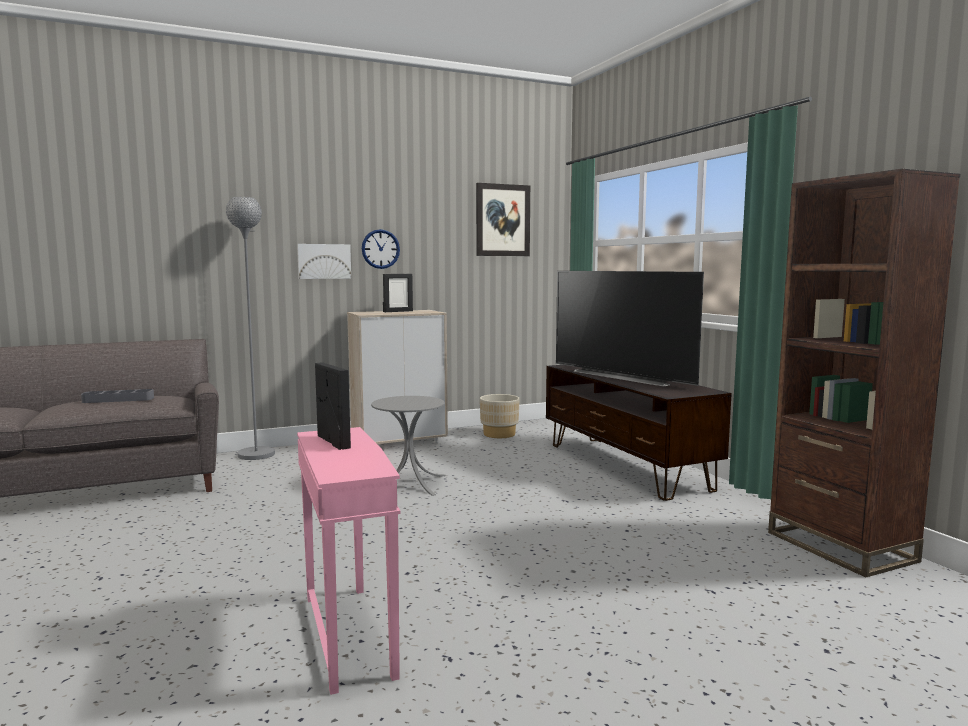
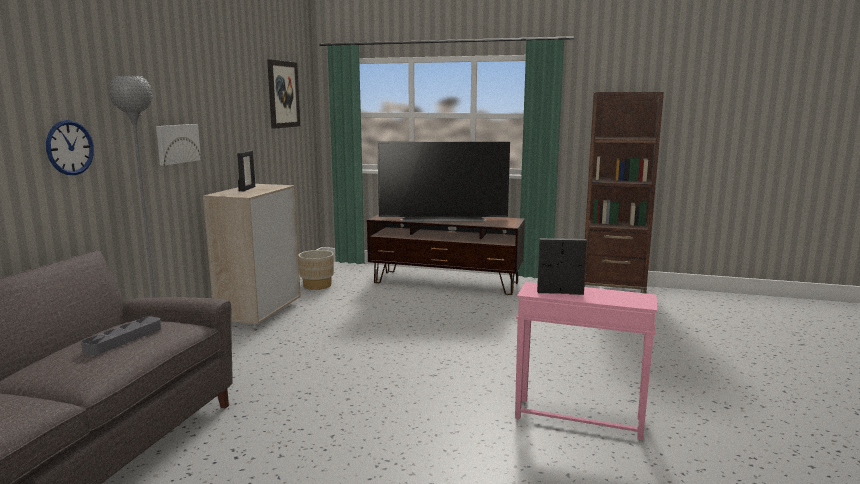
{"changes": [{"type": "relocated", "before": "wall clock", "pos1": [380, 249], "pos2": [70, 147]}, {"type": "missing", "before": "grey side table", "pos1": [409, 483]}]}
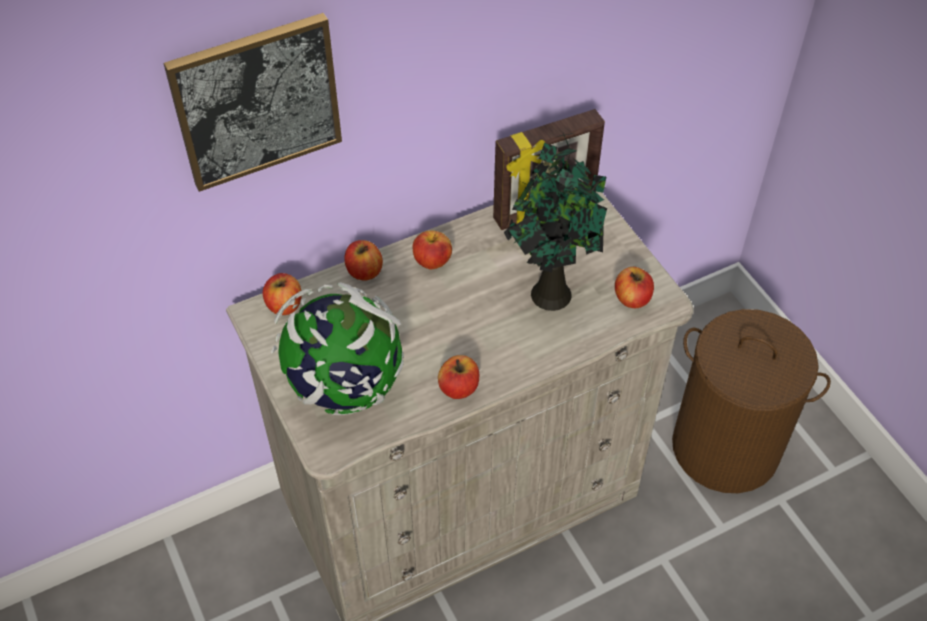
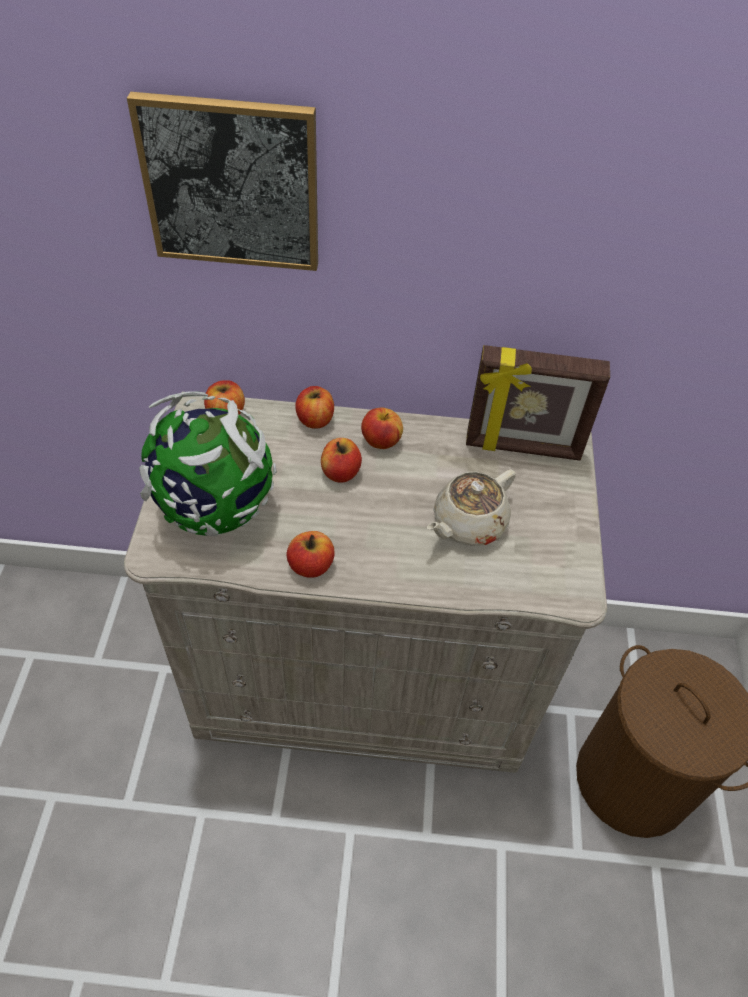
{"changes": [{"type": "exchanged", "before": "potted plant", "after": "beige teapot", "pos1": [549, 291], "pos2": [467, 523]}, {"type": "relocated", "before": "apple", "pos1": [632, 298], "pos2": [341, 472]}]}
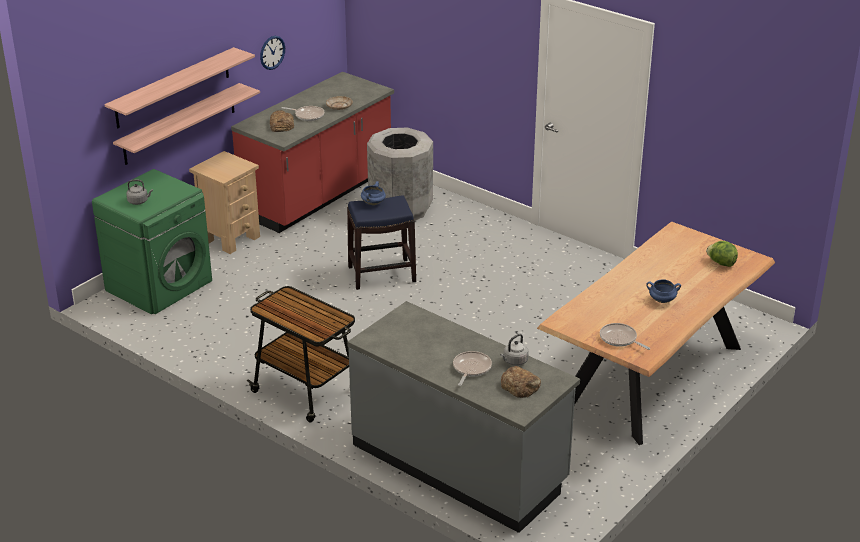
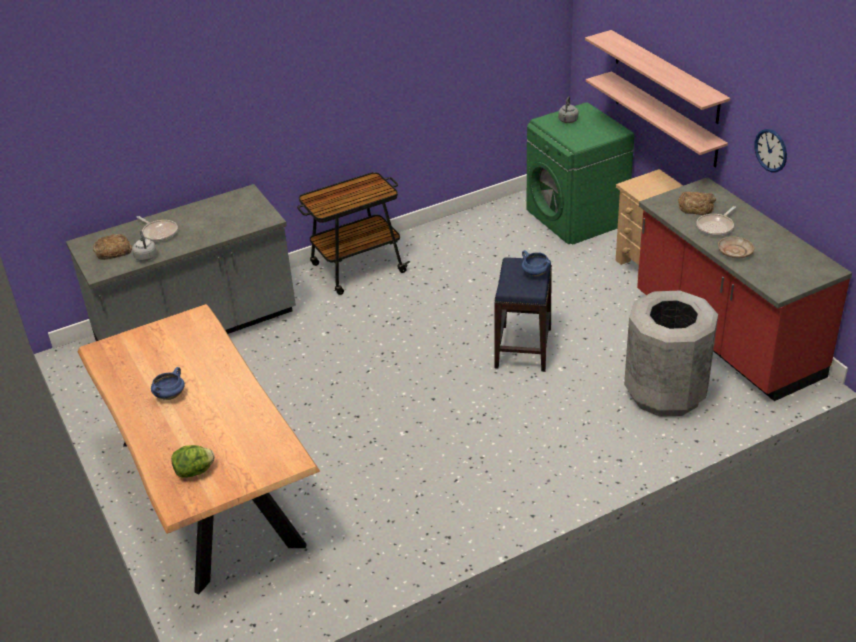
{"changes": [{"type": "missing", "before": "frying pan", "pos1": [620, 339]}]}
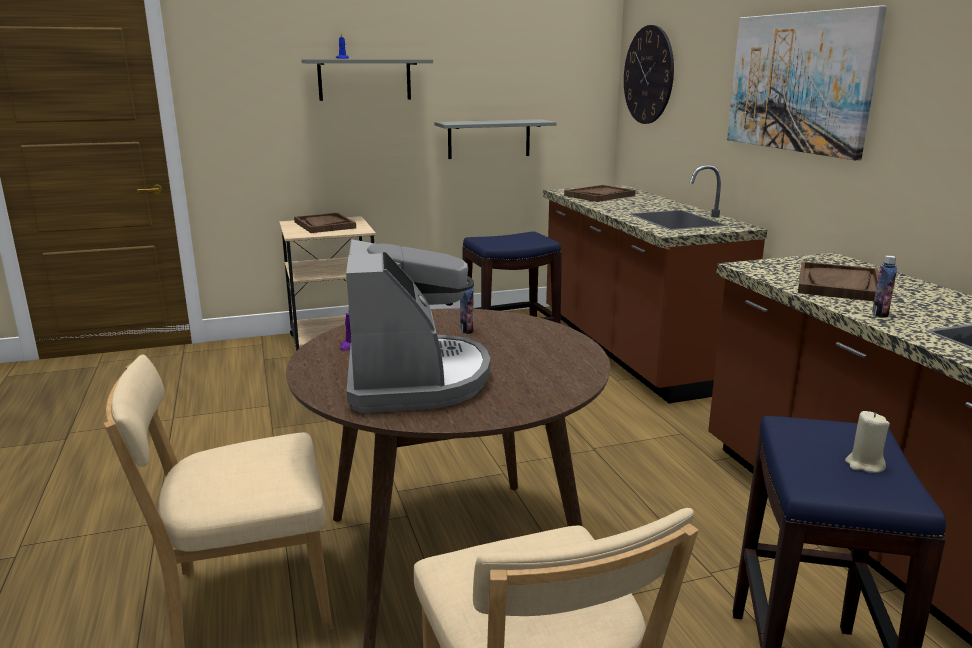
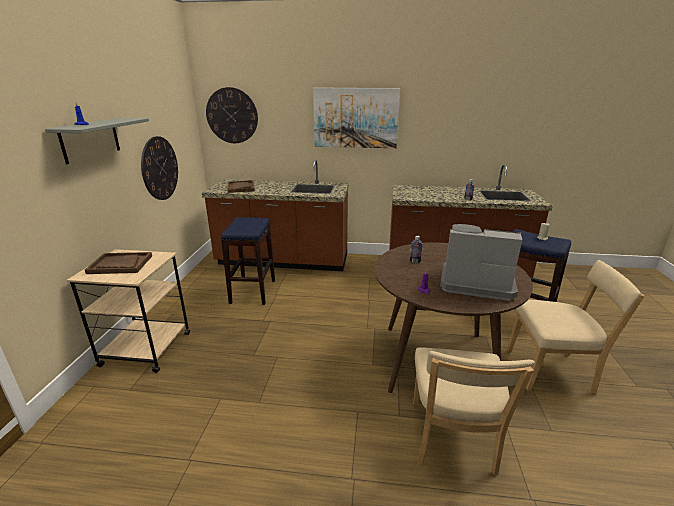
{"changes": [{"type": "exchanged", "before": "grey shelf", "after": "wall clock", "pos1": [489, 139], "pos2": [160, 168]}, {"type": "missing", "before": "brown tray", "pos1": [838, 285]}]}
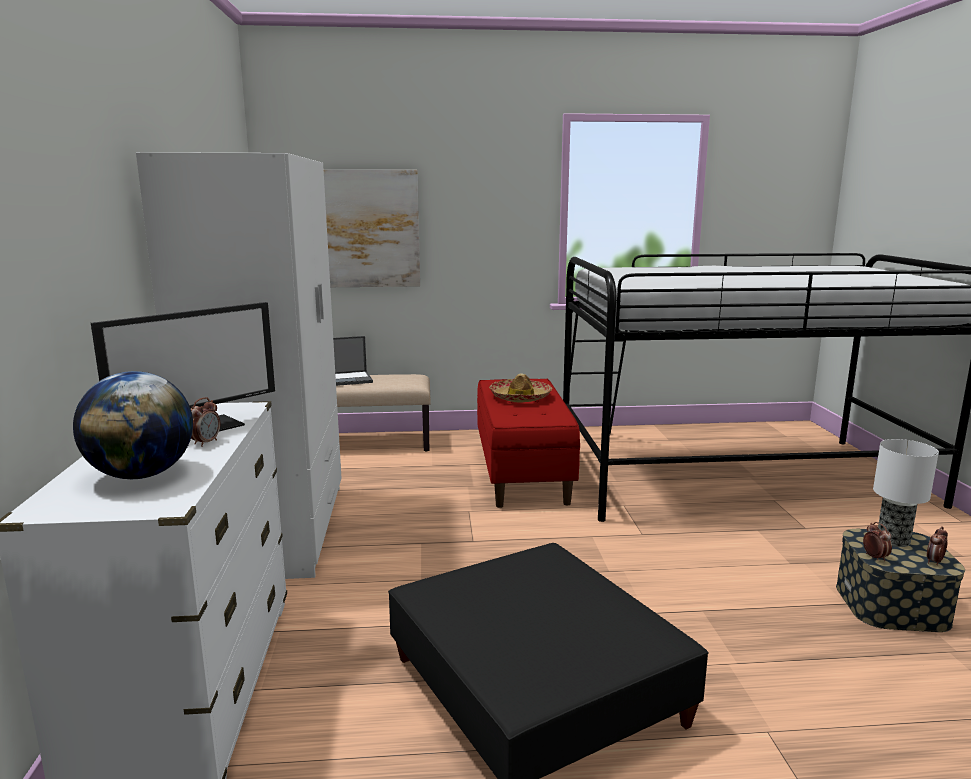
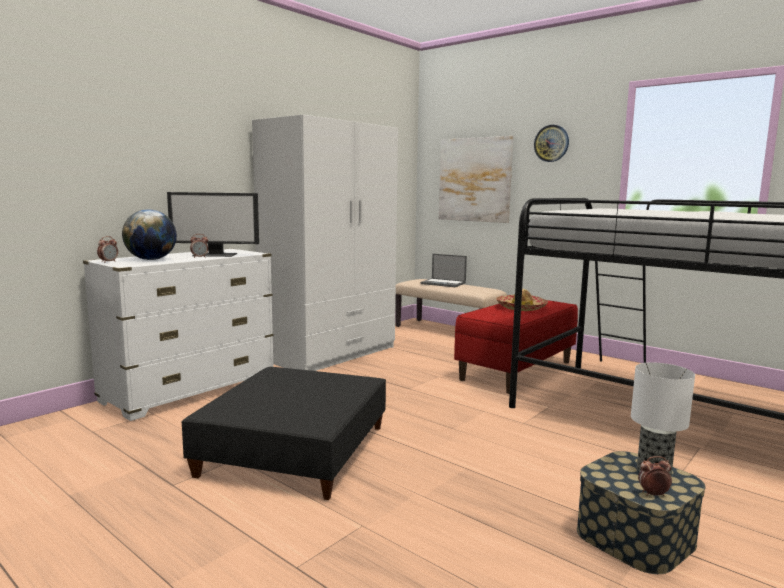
{"changes": [{"type": "relocated", "before": "alarm clock", "pos1": [874, 557], "pos2": [108, 262]}, {"type": "appeared", "after": "wall clock", "pos2": [551, 143]}]}
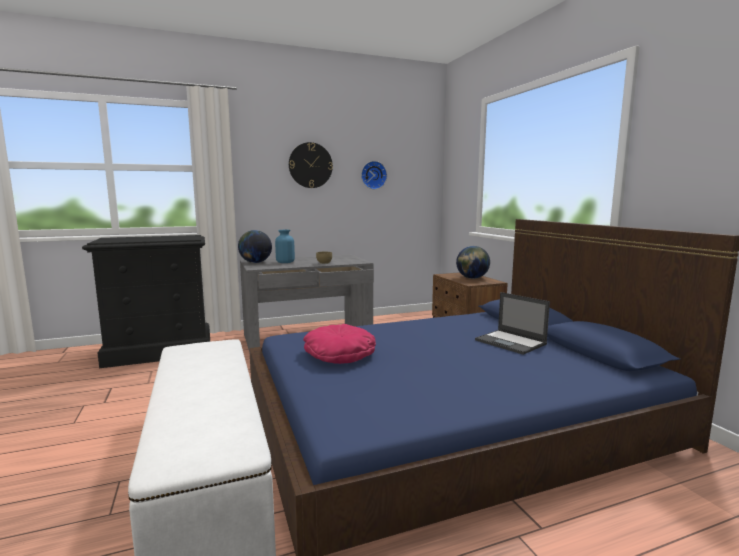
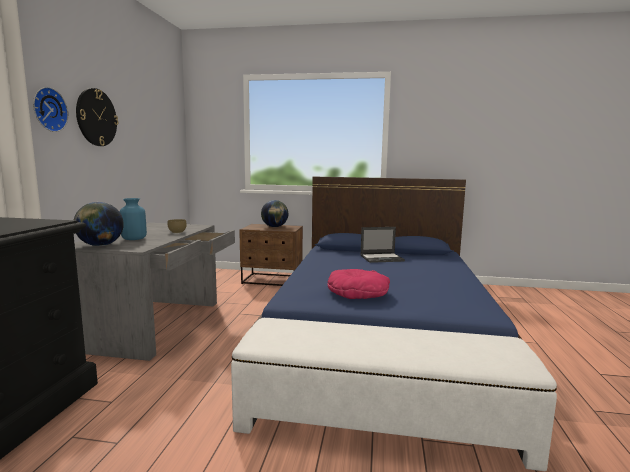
{"changes": [{"type": "relocated", "before": "wall clock", "pos1": [373, 175], "pos2": [48, 109]}]}
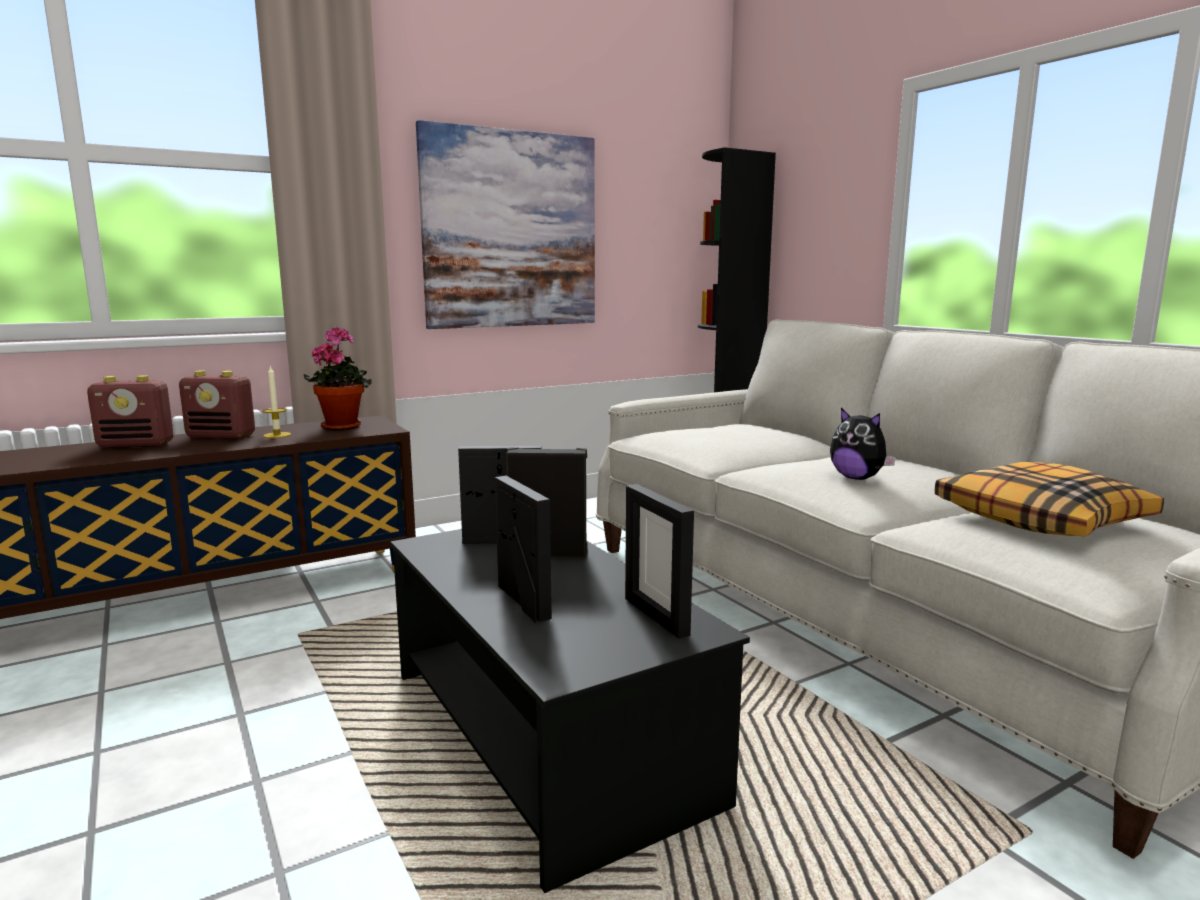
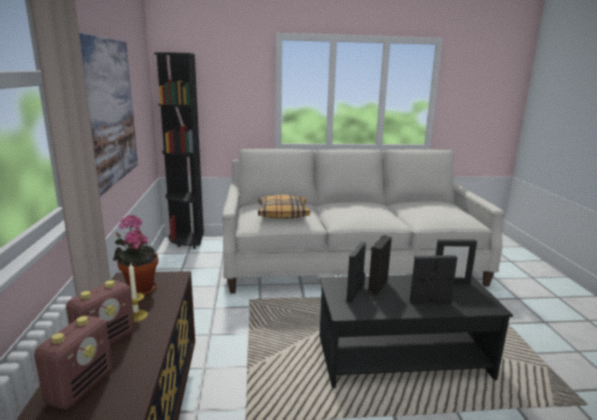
{"changes": [{"type": "missing", "before": "plush toy", "pos1": [857, 478]}, {"type": "relocated", "before": "pillow", "pos1": [1042, 519], "pos2": [283, 213]}]}
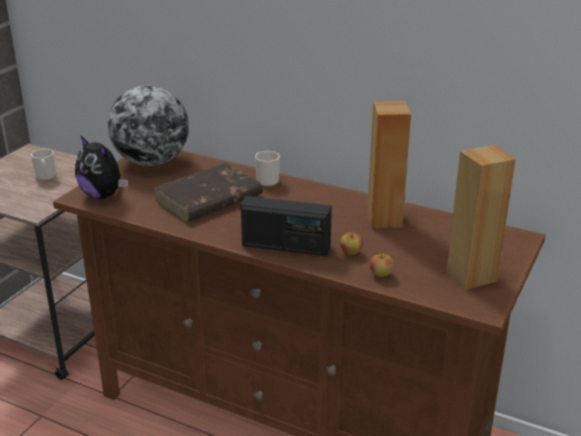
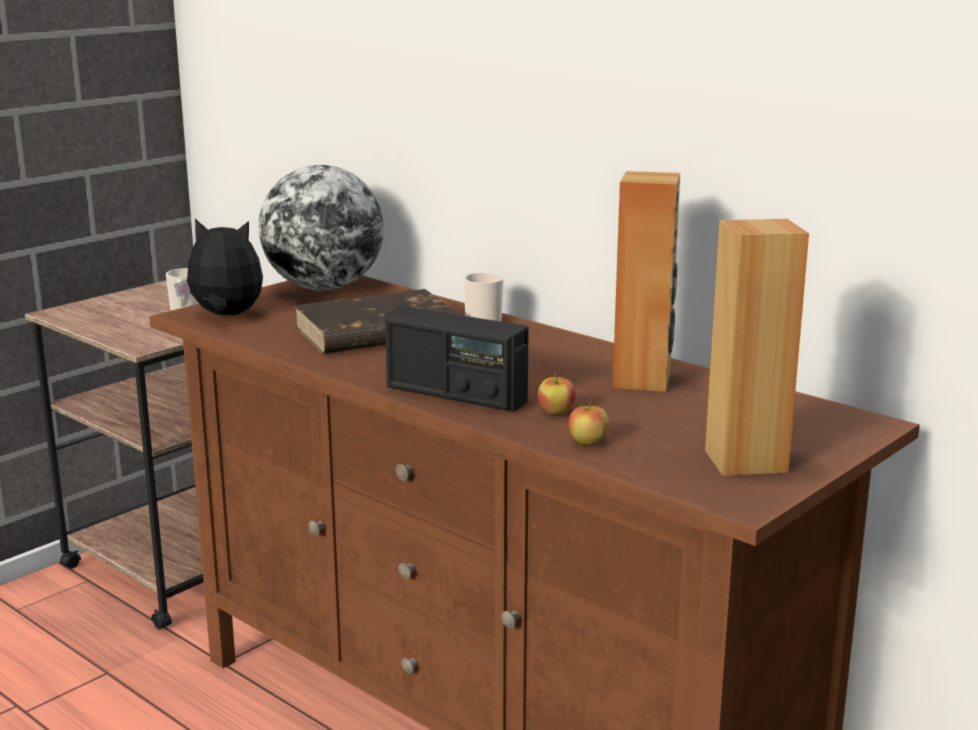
{"changes": [{"type": "spun", "before": "plush toy", "pos1": [103, 195], "pos2": [225, 316], "turn": 135}]}
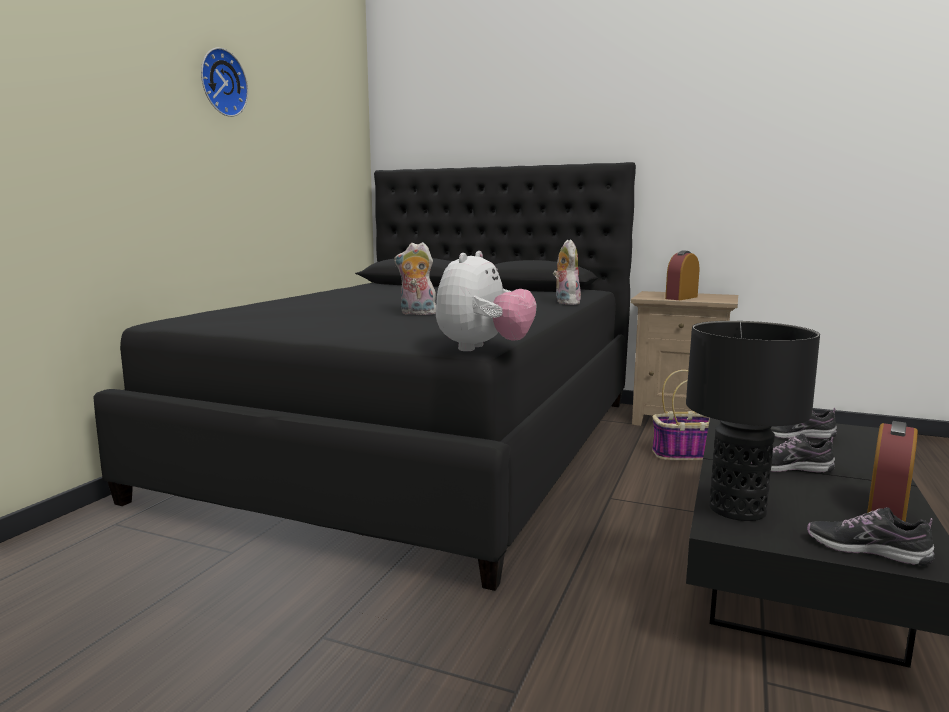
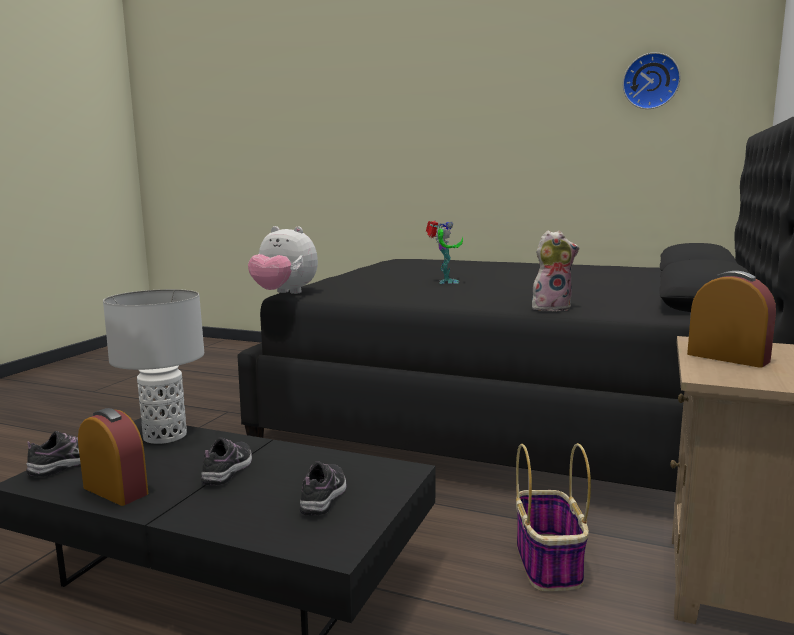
{"changes": [{"type": "relocated", "before": "wall clock", "pos1": [221, 83], "pos2": [651, 81]}, {"type": "exchanged", "before": "plush toy", "after": "toy robot", "pos1": [416, 313], "pos2": [445, 282]}, {"type": "colour", "before": "black table lamp", "after": "white table lamp", "pos1": [738, 508], "pos2": [165, 436]}]}
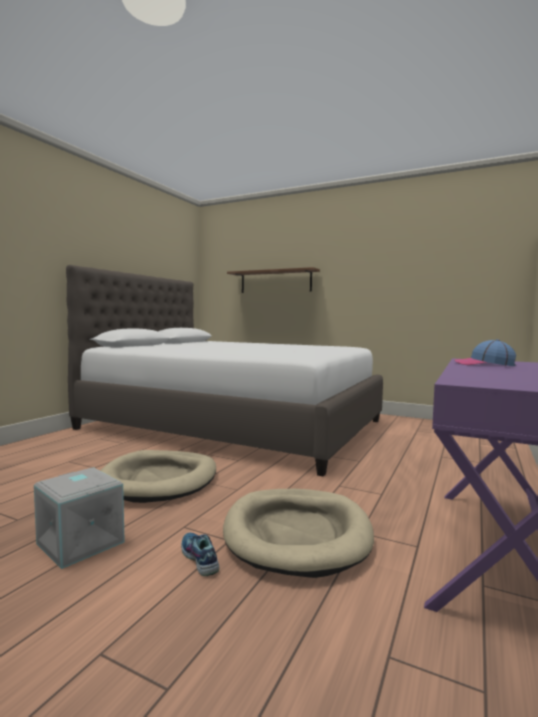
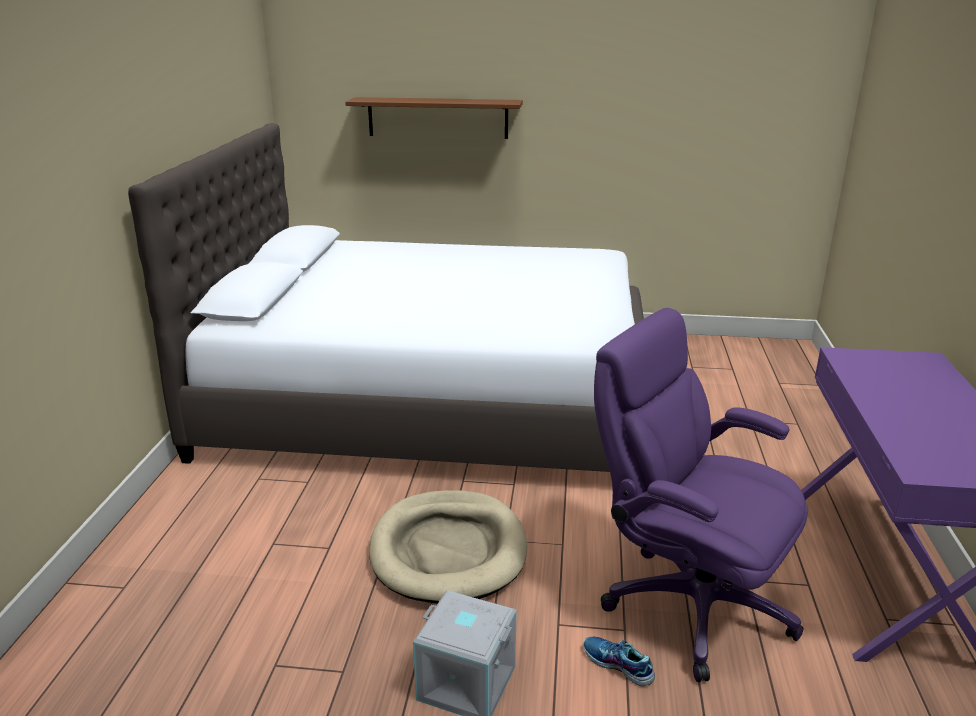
{"changes": [{"type": "missing", "before": "cap", "pos1": [483, 364]}, {"type": "exchanged", "before": "beige dog bed", "after": "purple office chair", "pos1": [297, 534], "pos2": [686, 600]}]}
